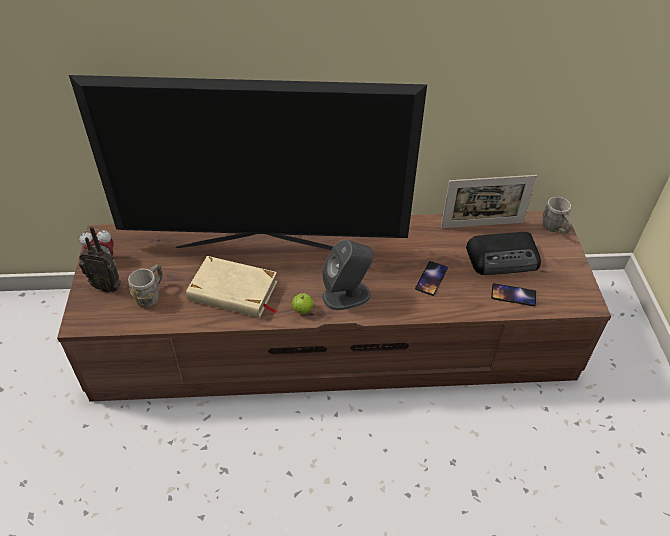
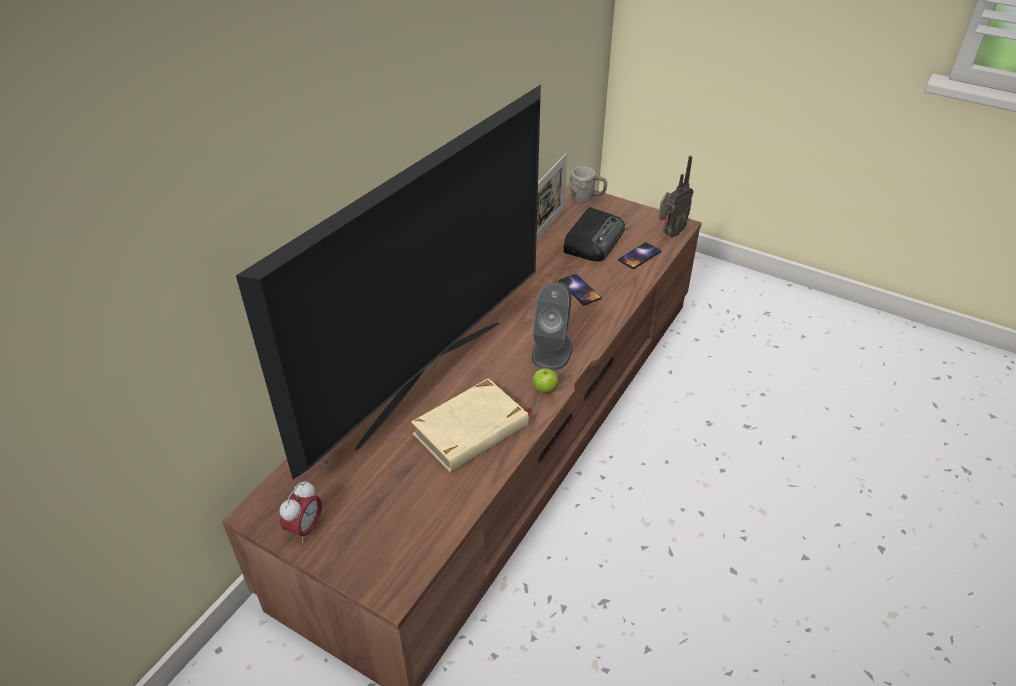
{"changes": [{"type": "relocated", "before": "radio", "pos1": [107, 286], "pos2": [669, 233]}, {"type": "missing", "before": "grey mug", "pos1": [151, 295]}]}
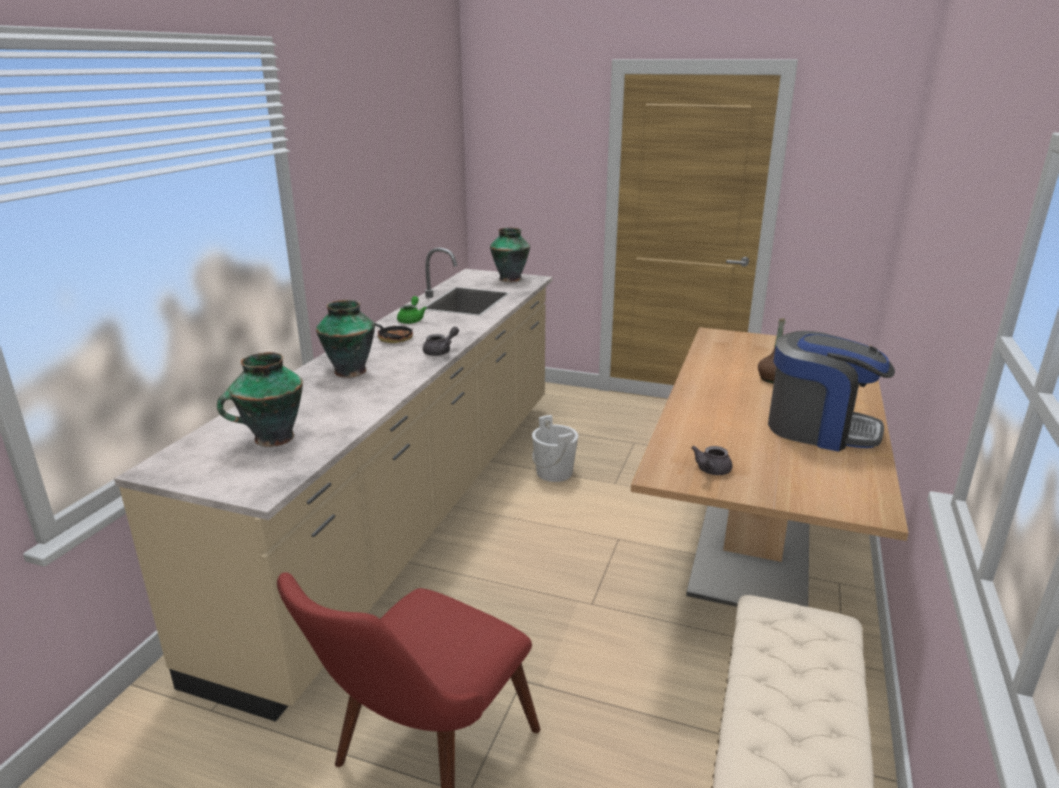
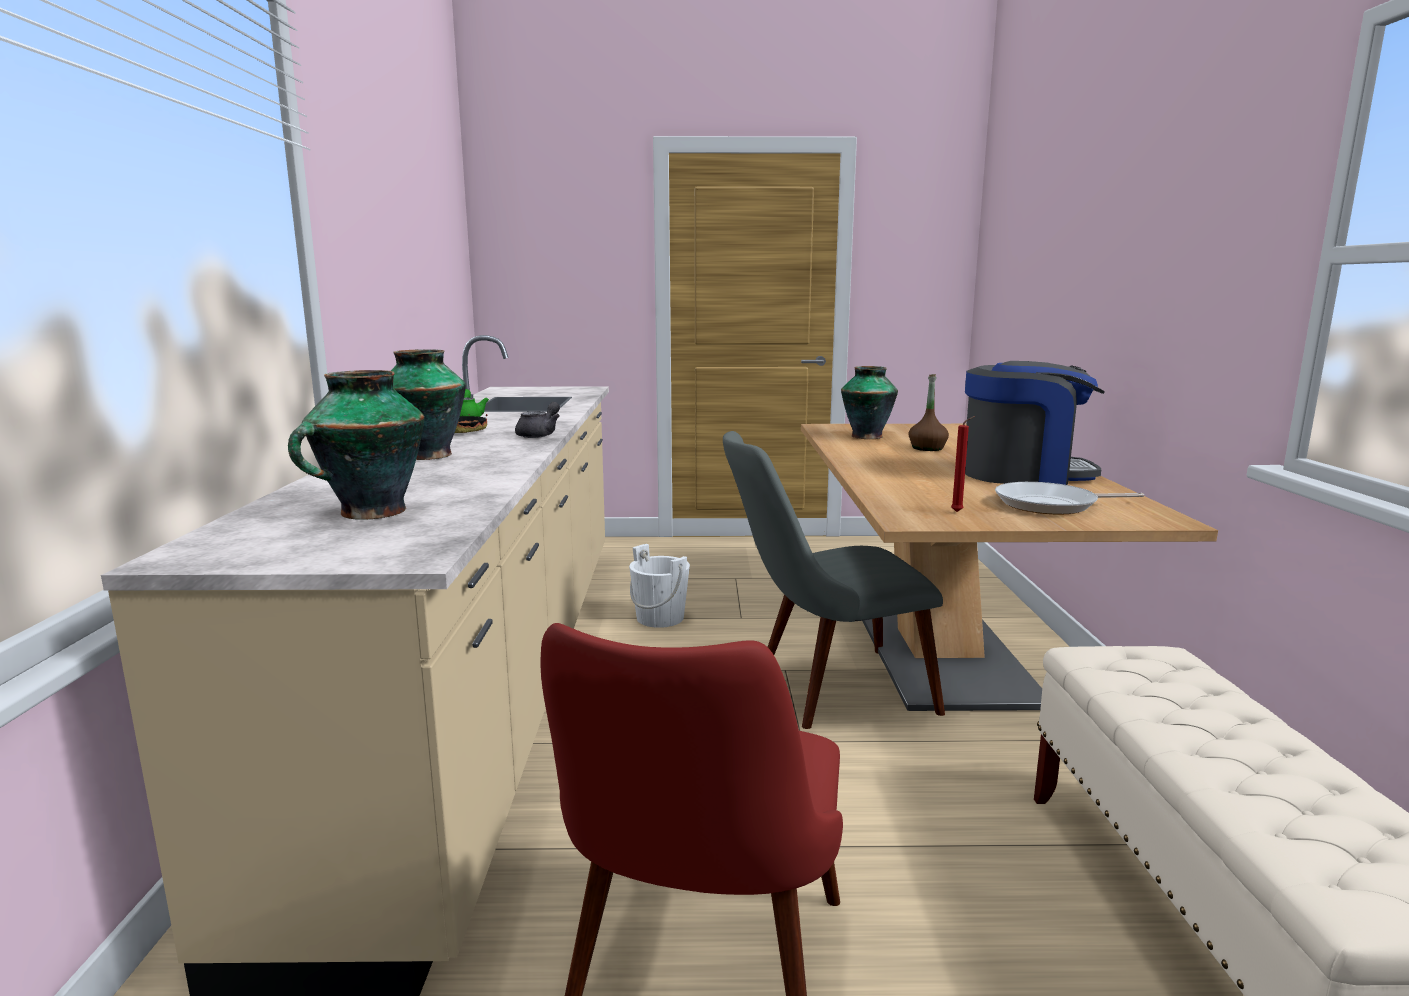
{"changes": [{"type": "relocated", "before": "vase", "pos1": [510, 279], "pos2": [866, 436]}, {"type": "exchanged", "before": "grey teapot", "after": "red candle", "pos1": [710, 471], "pos2": [959, 512]}, {"type": "appeared", "after": "grey chair", "pos2": [823, 689]}, {"type": "appeared", "after": "frying pan", "pos2": [1051, 505]}]}
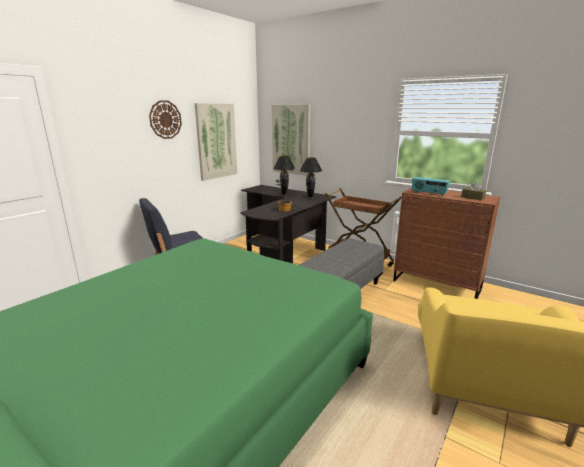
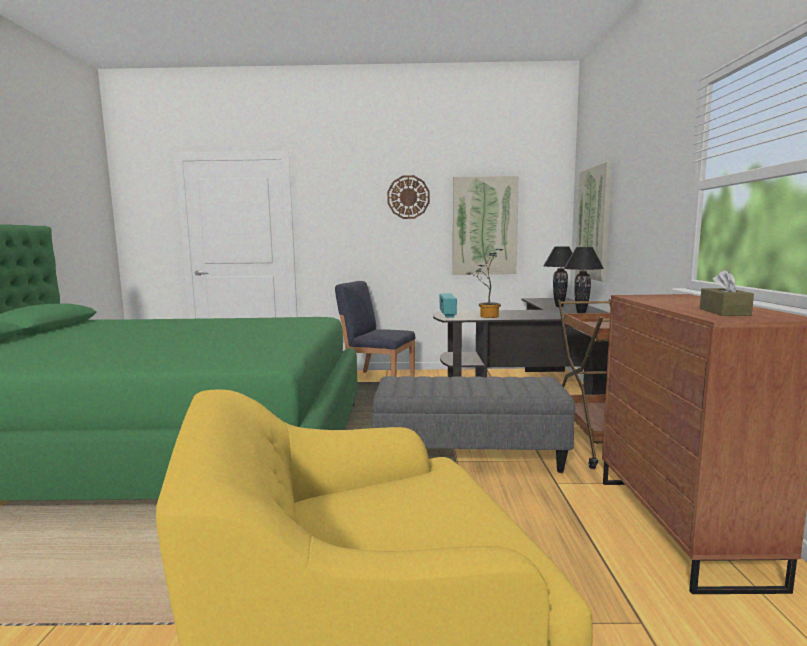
{"changes": [{"type": "relocated", "before": "radio", "pos1": [428, 194], "pos2": [447, 315]}]}
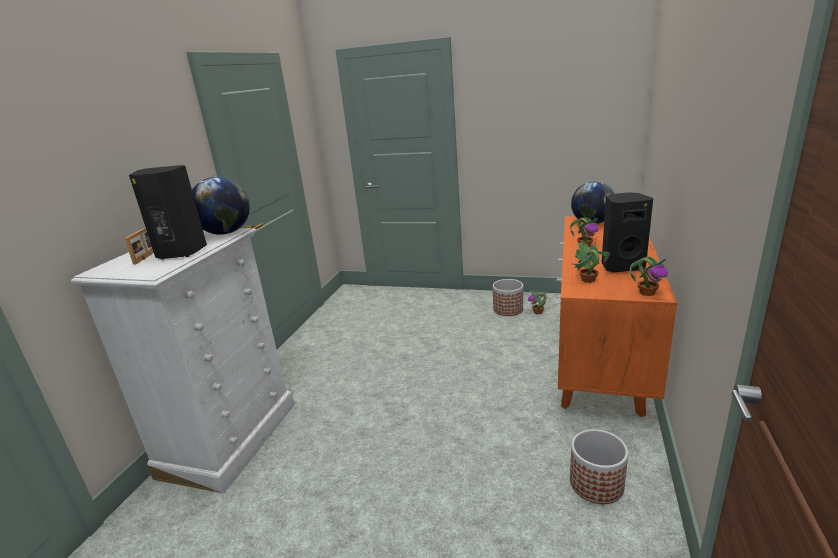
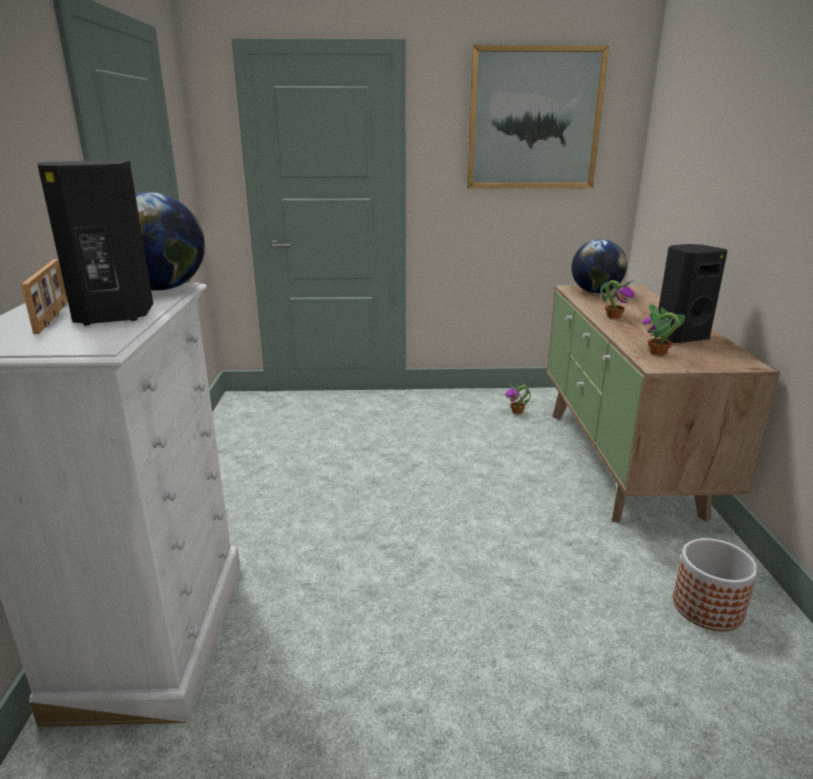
{"changes": [{"type": "colour", "before": "orange dresser", "after": "green dresser", "pos1": [600, 359], "pos2": [622, 460]}, {"type": "missing", "before": "potted plant", "pos1": [647, 292]}, {"type": "missing", "before": "planter", "pos1": [507, 309]}, {"type": "appeared", "after": "picture", "pos2": [534, 119]}]}
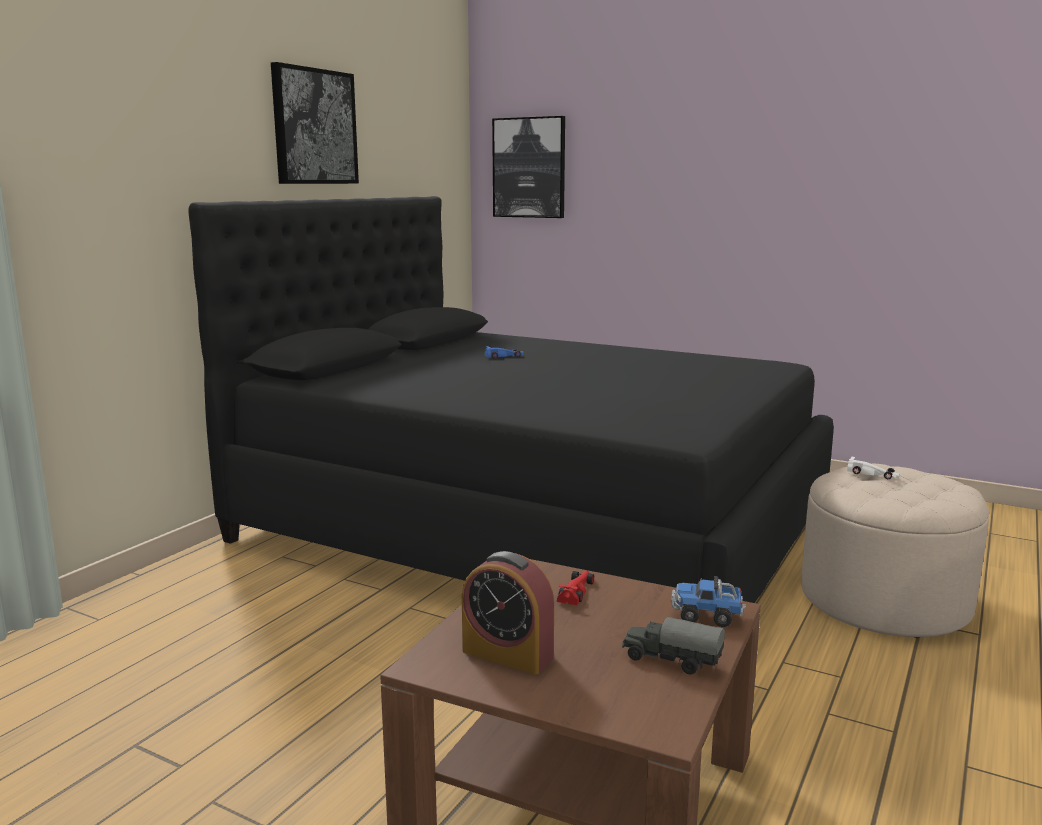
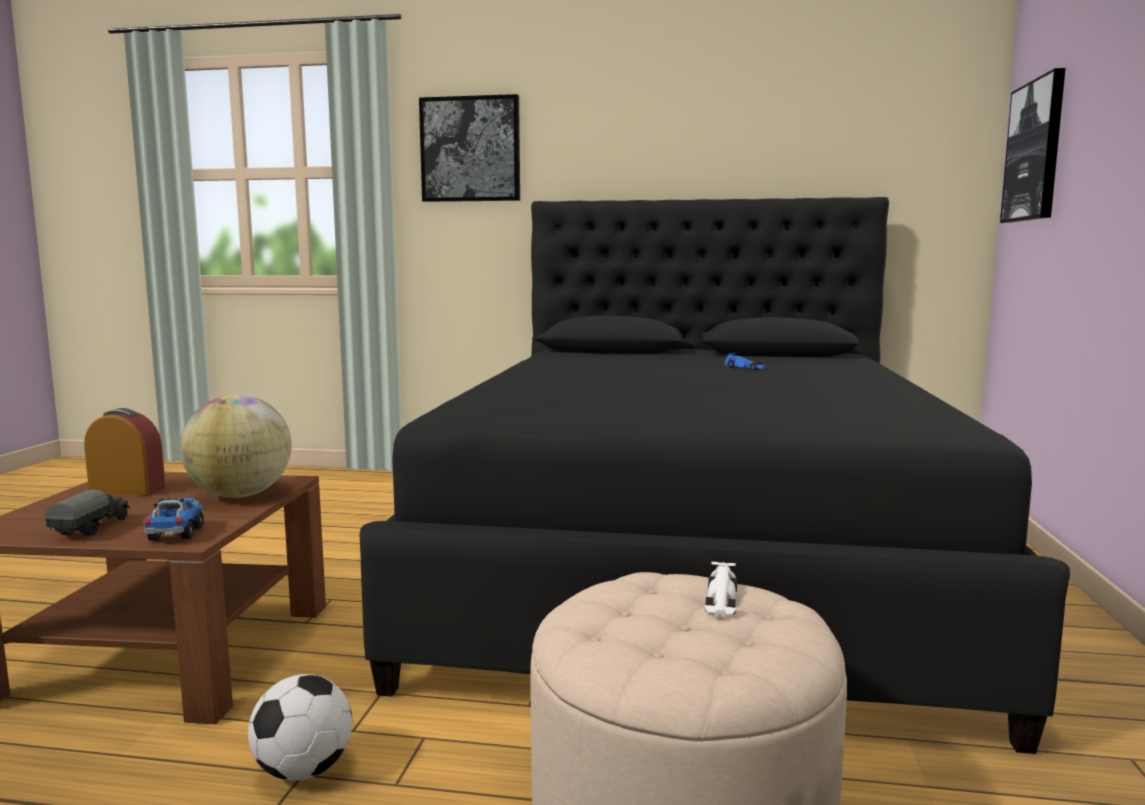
{"changes": [{"type": "relocated", "before": "picture", "pos1": [314, 127], "pos2": [470, 149]}, {"type": "spun", "before": "alarm clock", "pos1": [507, 654], "pos2": [127, 490], "turn": 90}, {"type": "exchanged", "before": "red toy car", "after": "globe", "pos1": [576, 590], "pos2": [240, 495]}, {"type": "appeared", "after": "football", "pos2": [303, 771]}]}
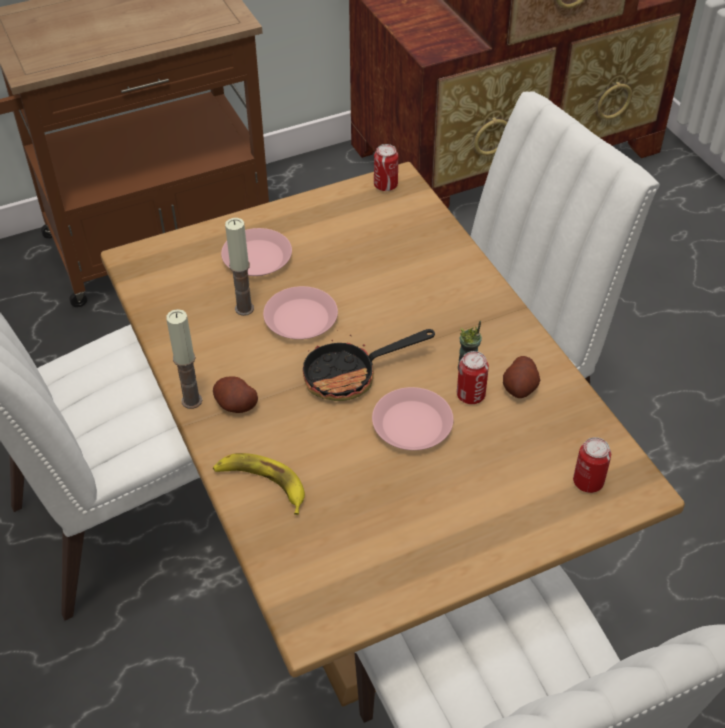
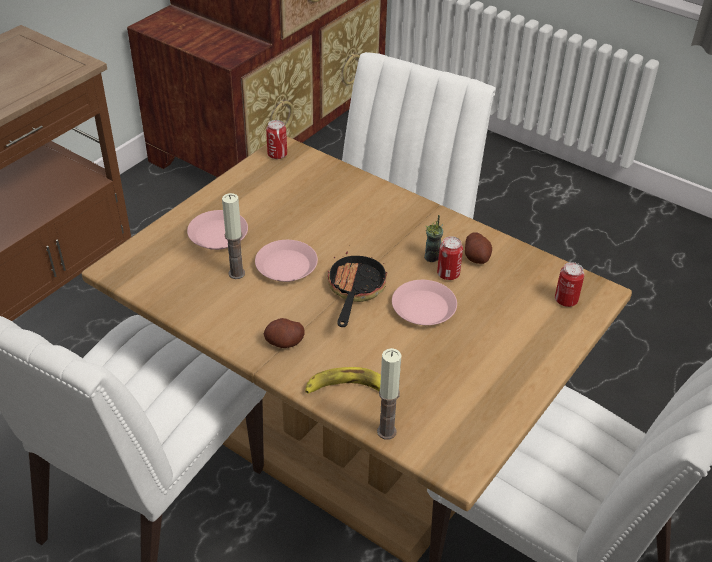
{"changes": [{"type": "relocated", "before": "candle", "pos1": [191, 400], "pos2": [386, 431]}, {"type": "spun", "before": "frying pan", "pos1": [351, 375], "pos2": [354, 291], "turn": 150}]}
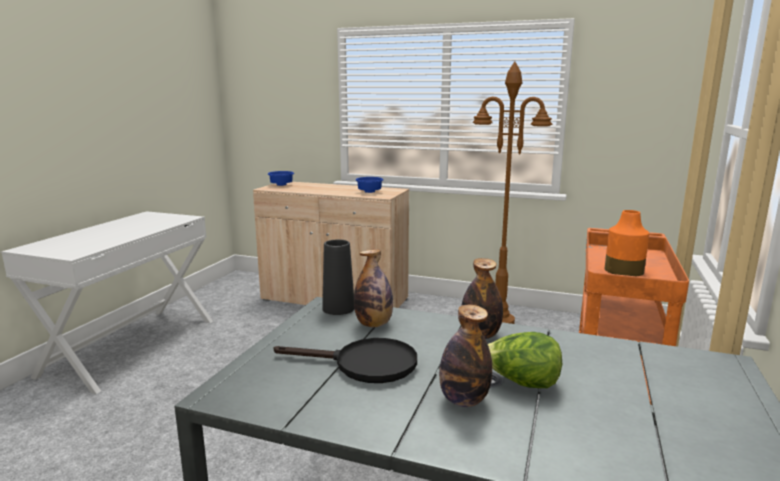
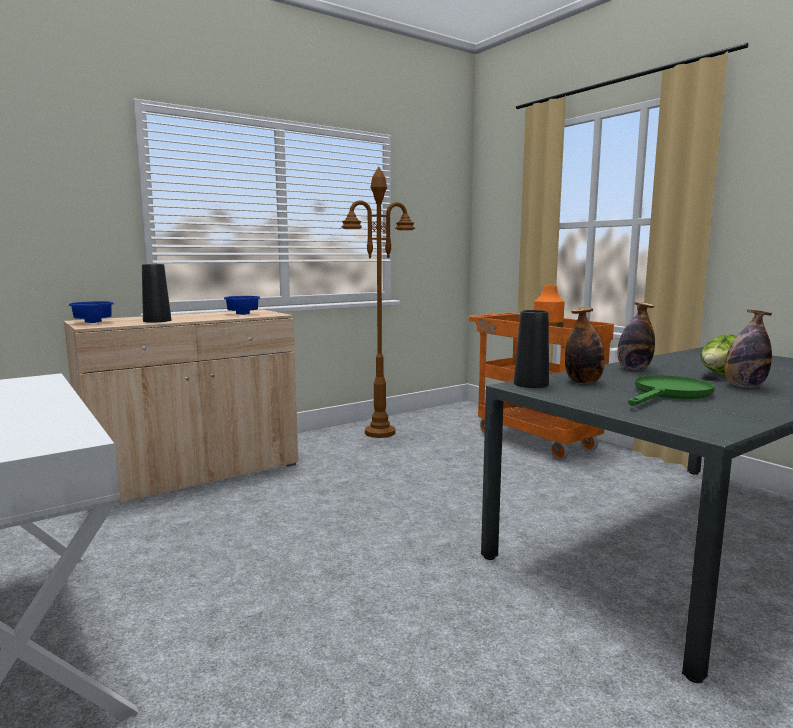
{"changes": [{"type": "colour", "before": "black frying pan", "after": "green frying pan", "pos1": [364, 364], "pos2": [669, 394]}, {"type": "appeared", "after": "black vase", "pos2": [157, 321]}]}
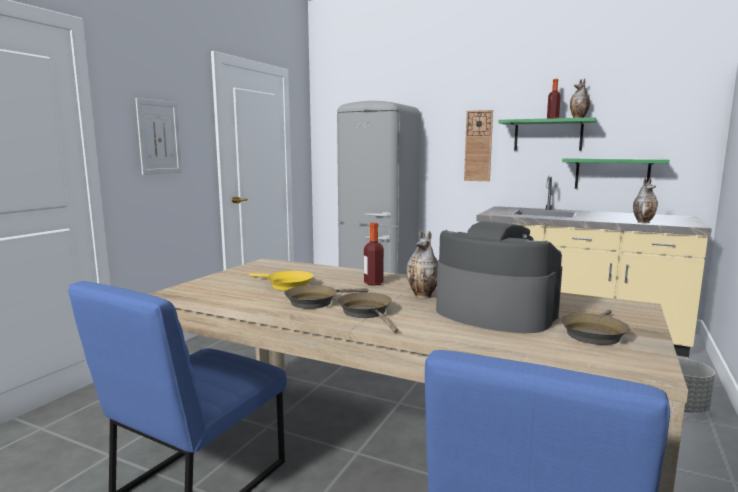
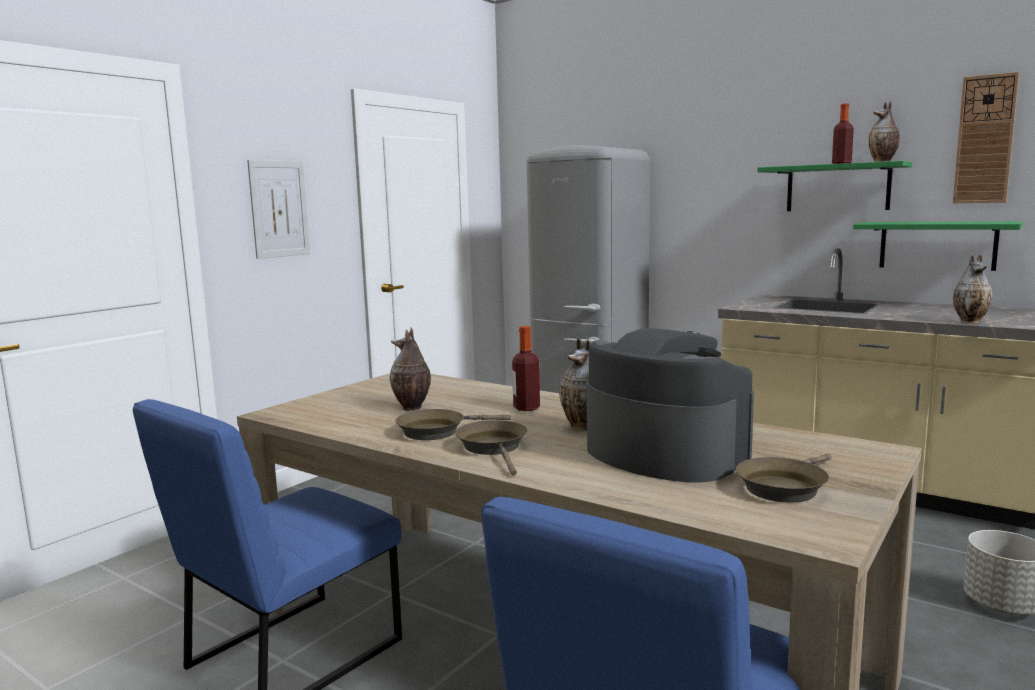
{"changes": [{"type": "relocated", "before": "wall clock", "pos1": [478, 146], "pos2": [985, 140]}, {"type": "exchanged", "before": "yellow frying pan", "after": "vase", "pos1": [286, 285], "pos2": [412, 408]}]}
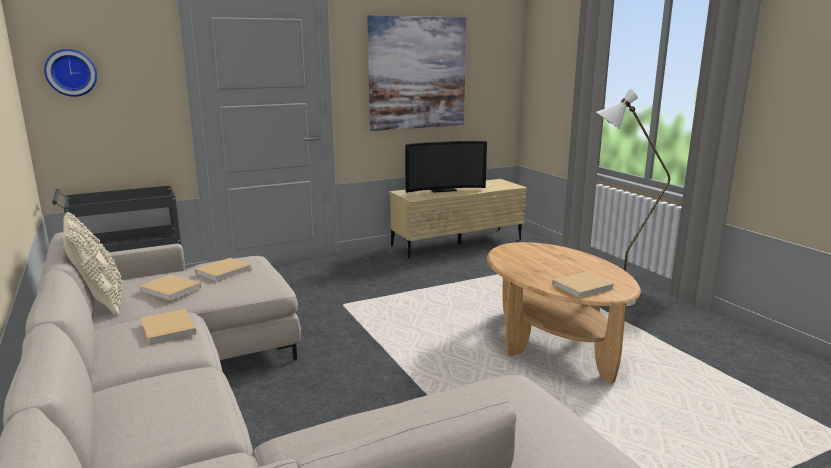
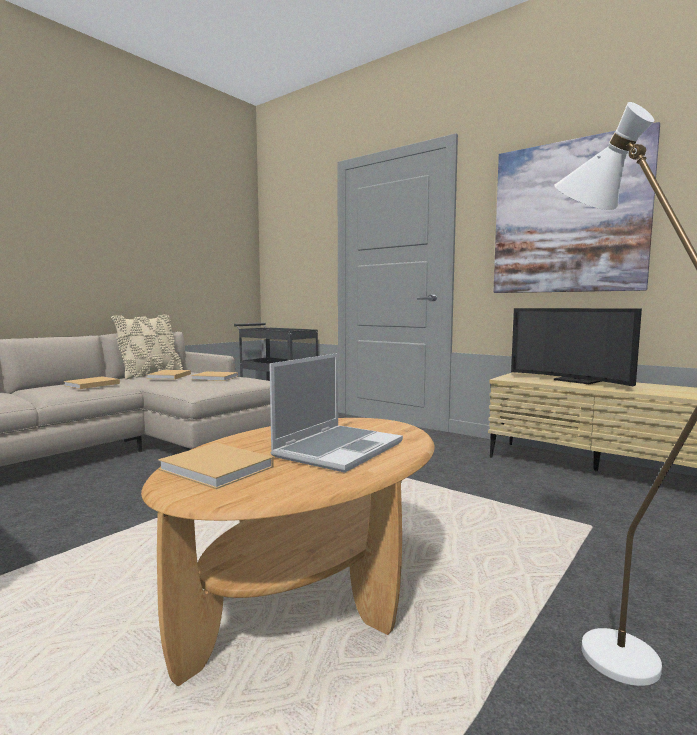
{"changes": [{"type": "missing", "before": "wall clock", "pos1": [71, 72]}, {"type": "appeared", "after": "laptop", "pos2": [338, 449]}]}
